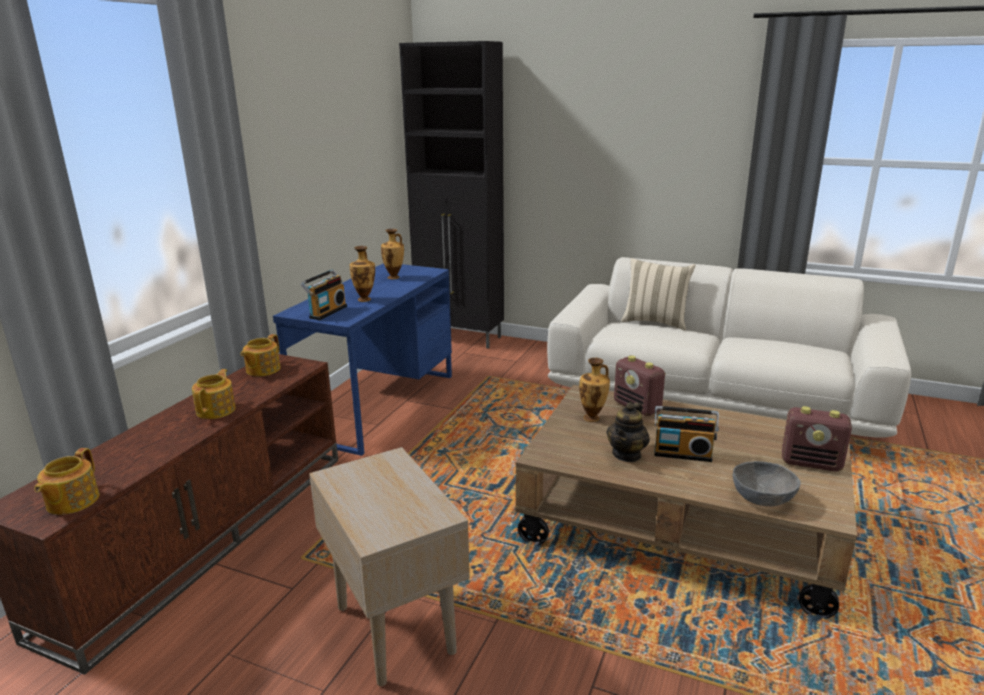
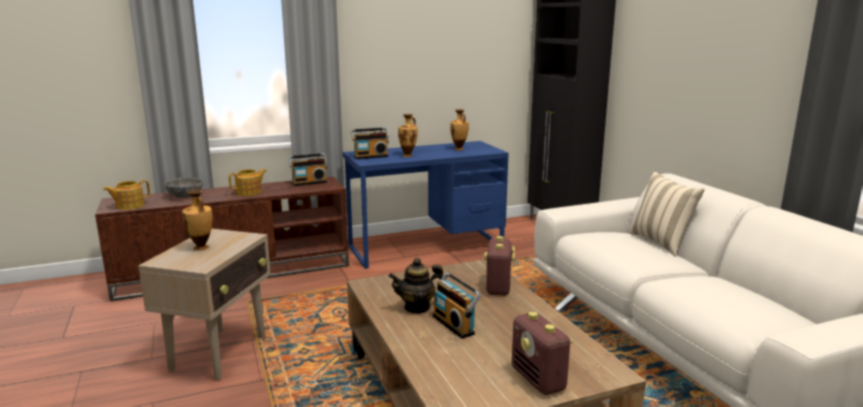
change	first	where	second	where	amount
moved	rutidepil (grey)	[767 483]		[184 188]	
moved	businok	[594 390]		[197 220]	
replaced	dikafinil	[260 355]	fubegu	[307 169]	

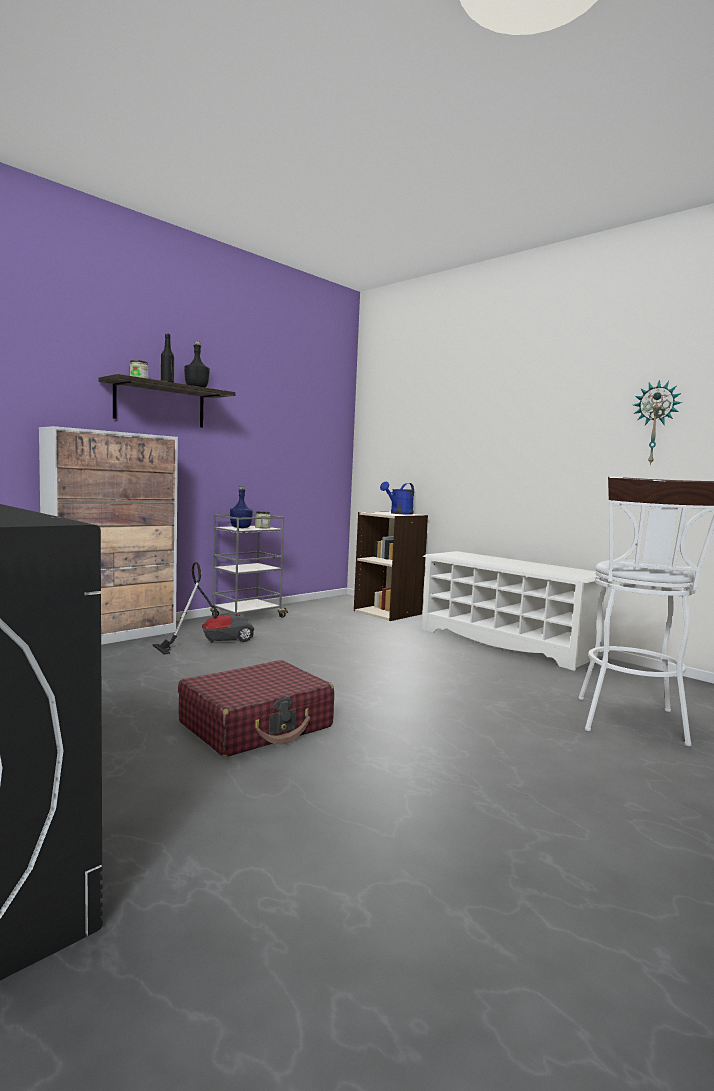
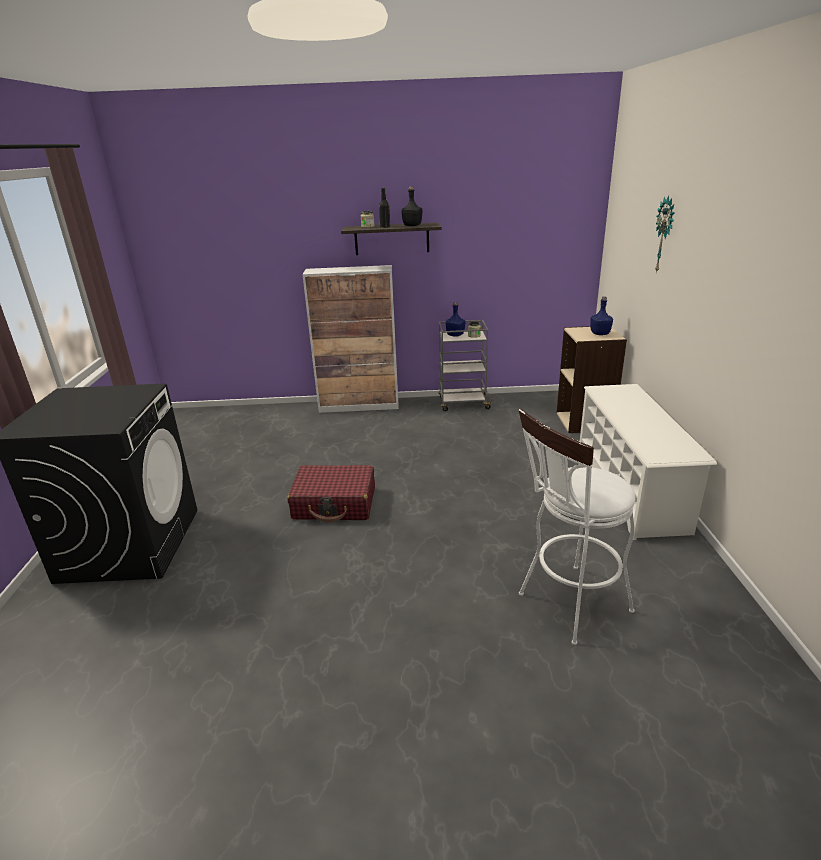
change	first	where	second	where	amount
replaced	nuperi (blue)	[397 498]	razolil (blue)	[601 315]	
moved	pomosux	[657 422]		[665 235]	
removed	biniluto	[203 608]			

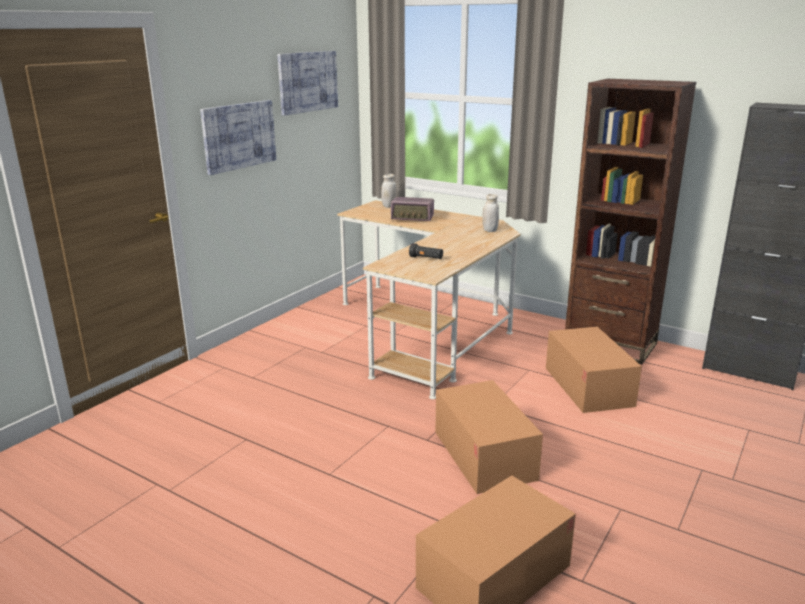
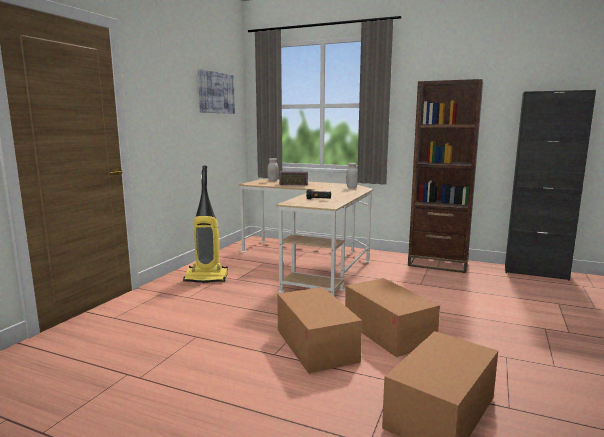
change	first	where	second	where	amount
added			biniluto	[205 224]	
moved	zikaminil	[594 370]		[319 330]	
removed	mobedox	[238 137]			

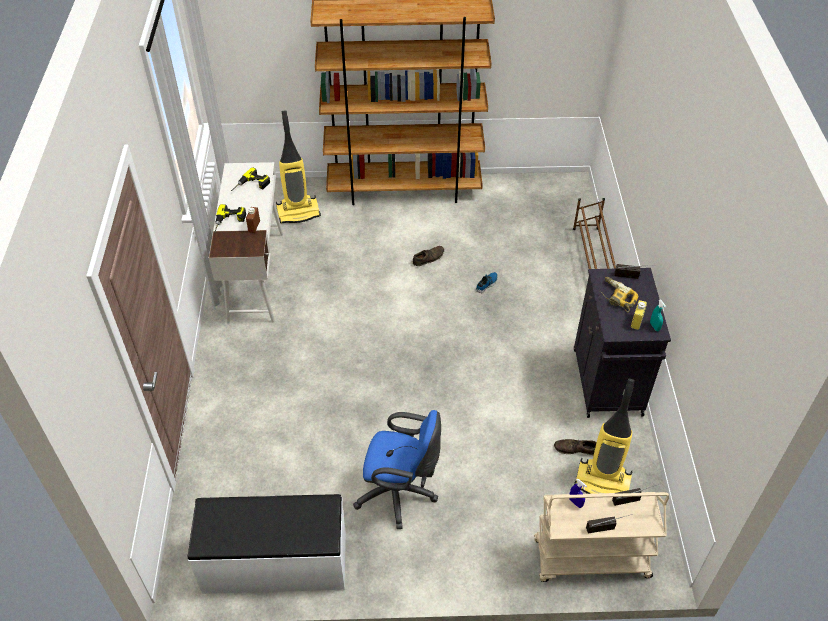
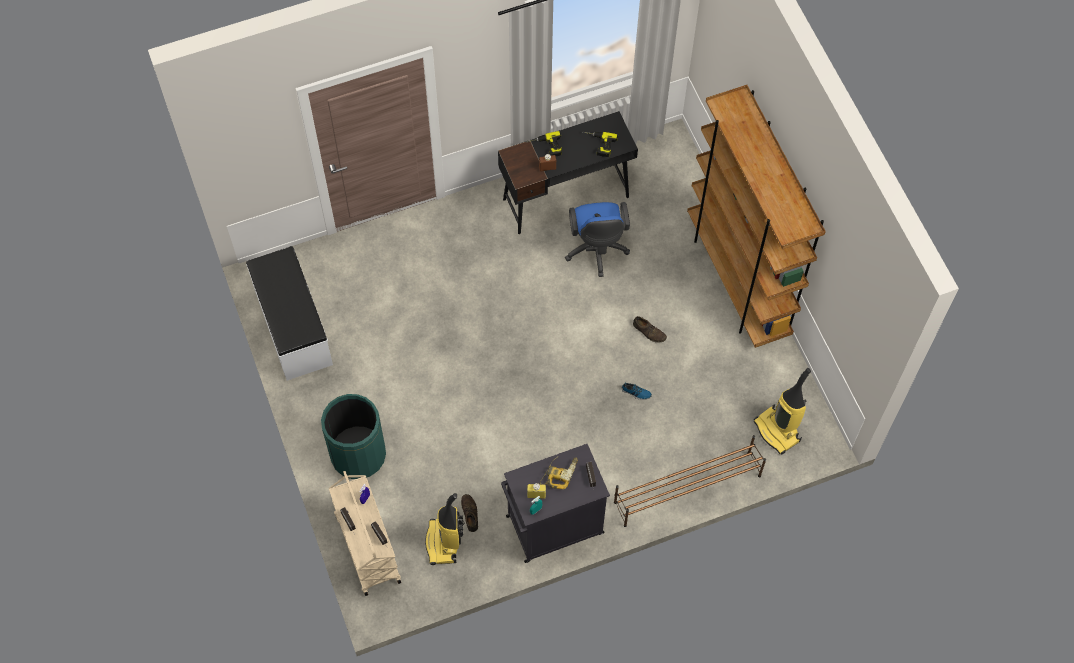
change	first	where	second	where	amount
added			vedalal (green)	[353 436]	
recoloured	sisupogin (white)	[246 243]	sisupogin (black)	[568 172]	
moved	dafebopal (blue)	[397 469]		[597 239]	
moved	biniluto	[298 166]		[782 411]	

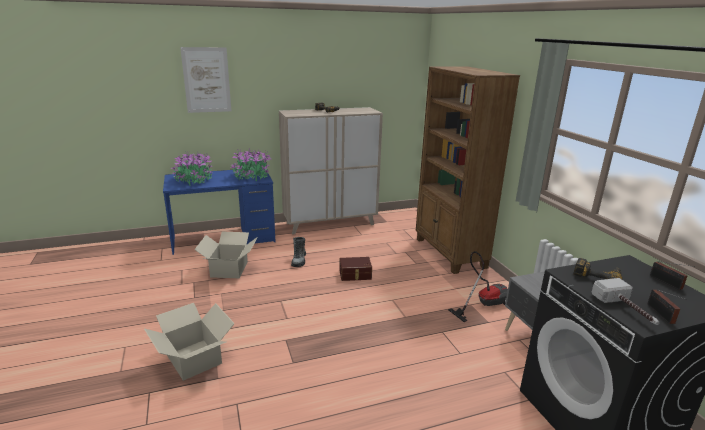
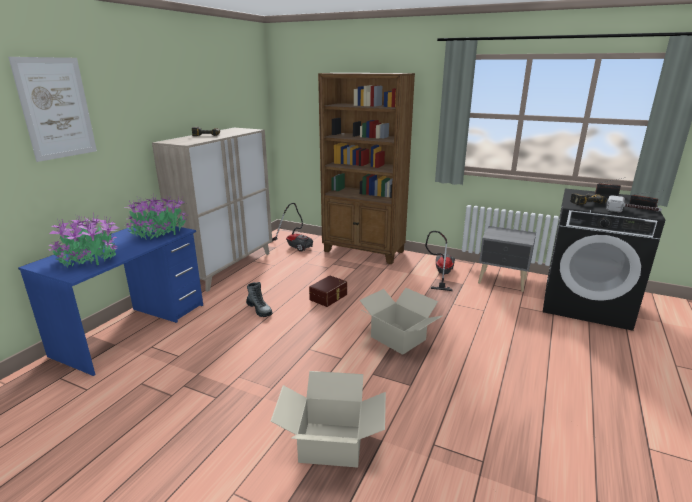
change	first	where	second	where	amount
added			biniluto	[292 227]	
moved	zikaminil	[226 255]		[401 321]	

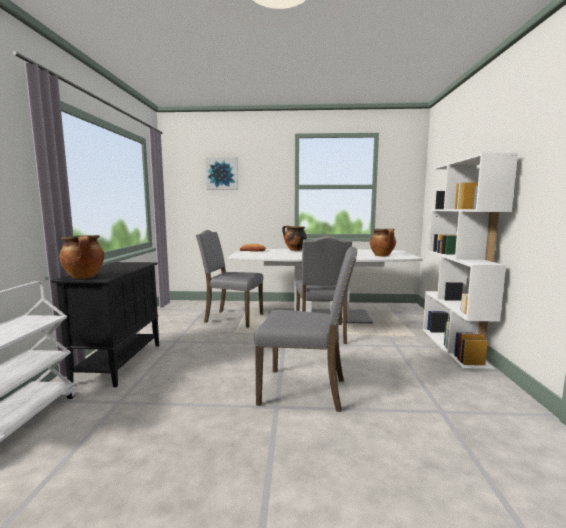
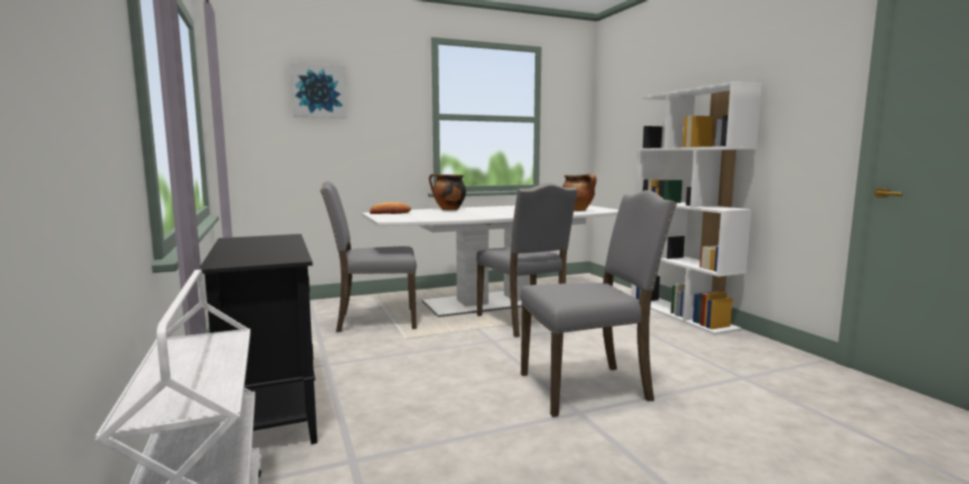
change	first	where	second	where	amount
removed	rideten	[81 257]			

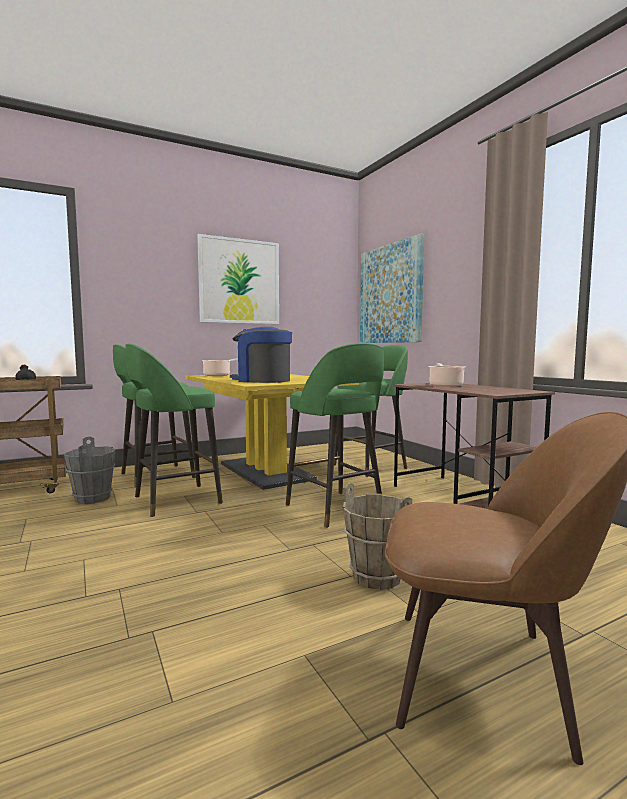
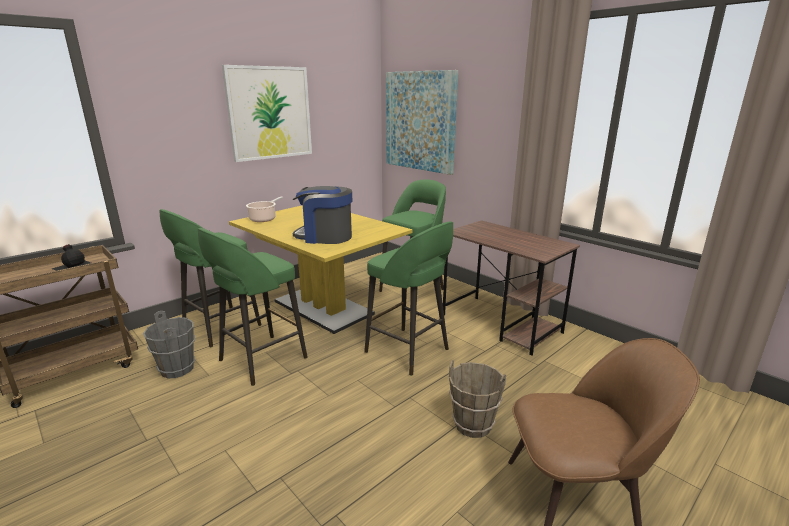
change	first	where	second	where	amount
removed	rideten	[446 375]			

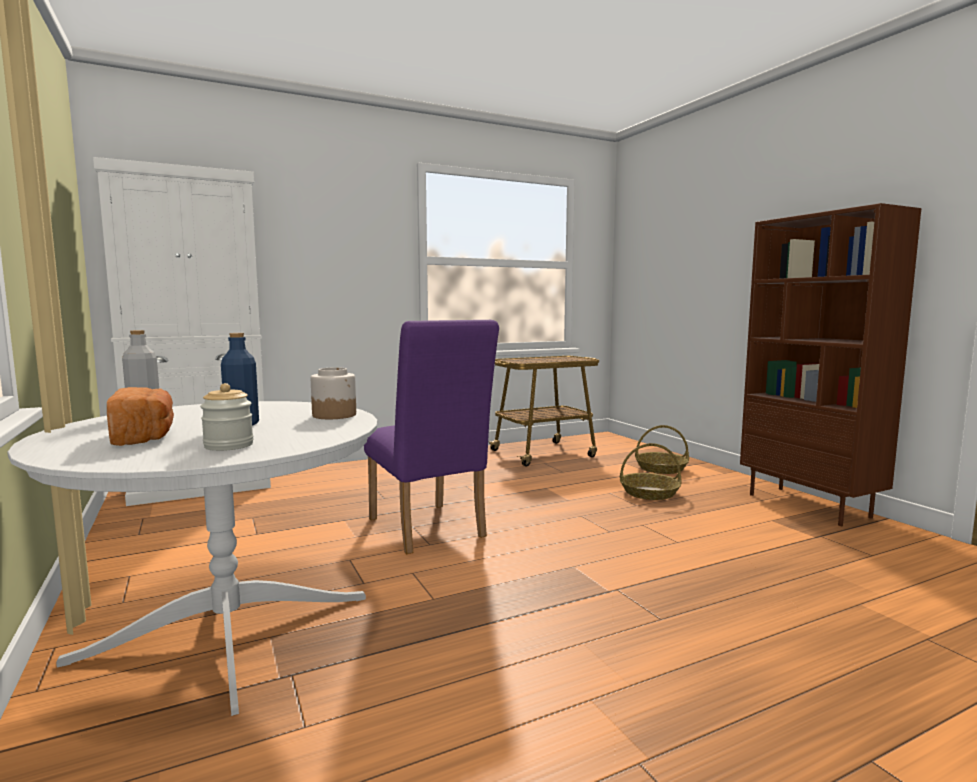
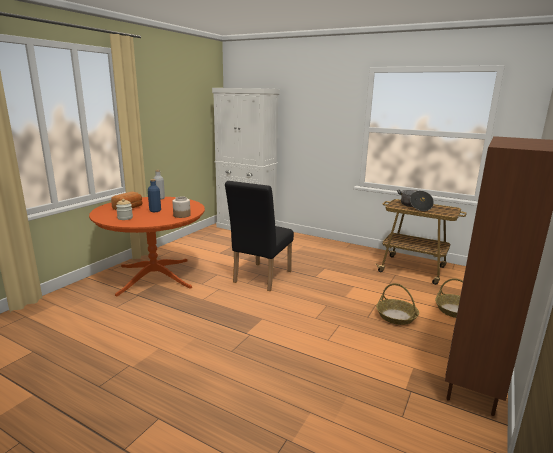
change	first	where	second	where	amount
recoloured	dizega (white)	[192 558]	dizega (orange)	[147 246]	
recoloured	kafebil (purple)	[431 437]	kafebil (black)	[259 236]	
added			rideten	[415 200]	

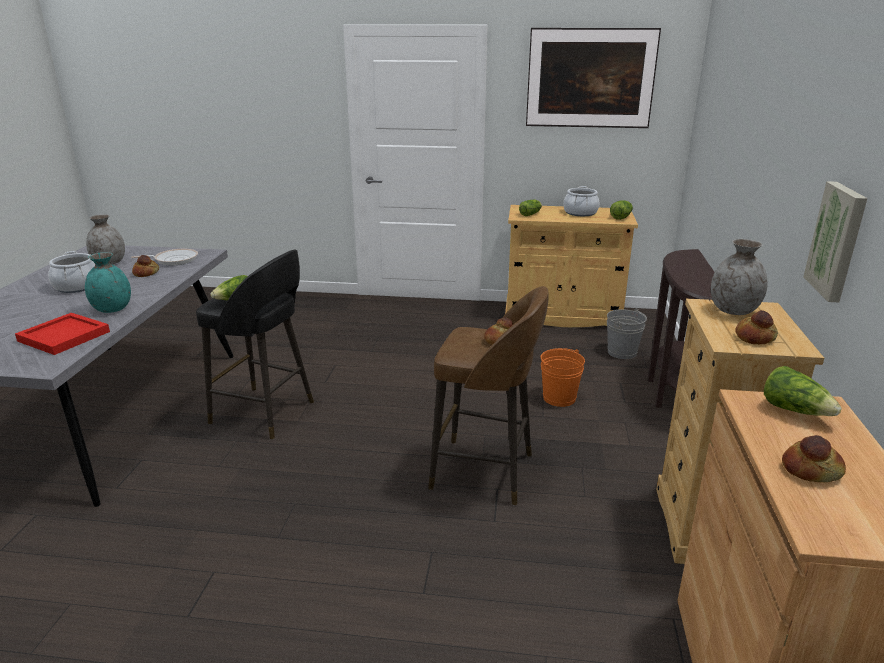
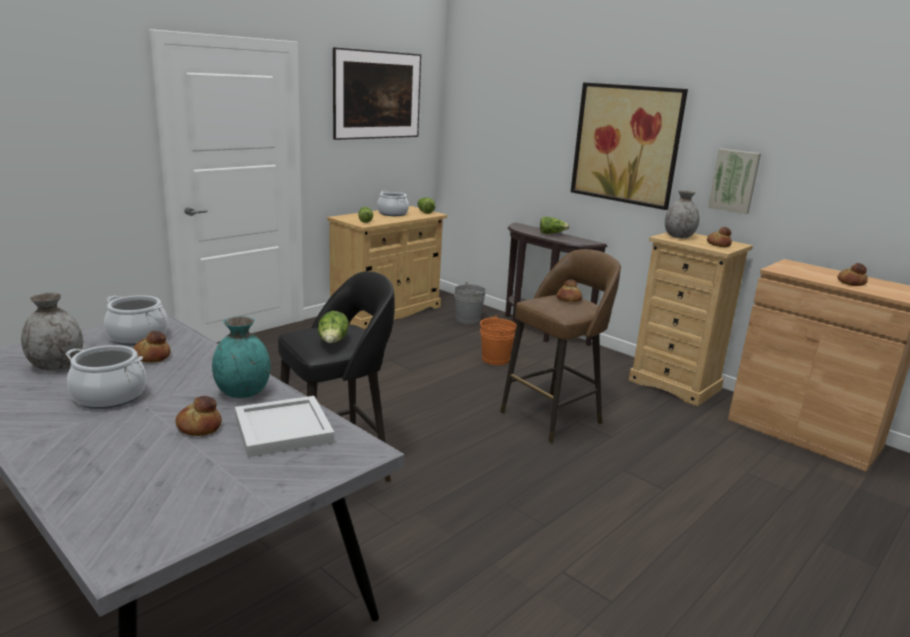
change	first	where	second	where	amount
replaced	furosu	[164 257]	rideten	[136 320]	
added			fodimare	[198 416]	
recoloured	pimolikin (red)	[62 334]	pimolikin (white)	[284 426]	
moved	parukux	[803 391]		[555 225]	
added			mobedox	[629 146]	

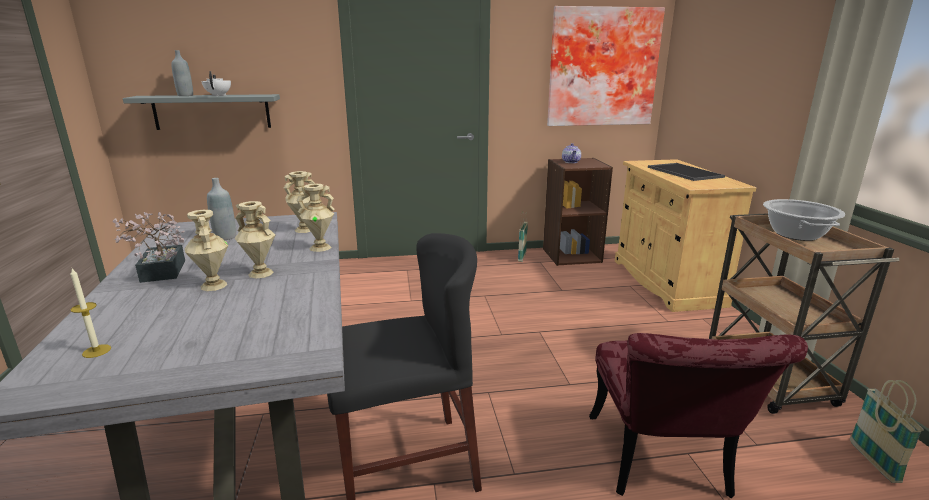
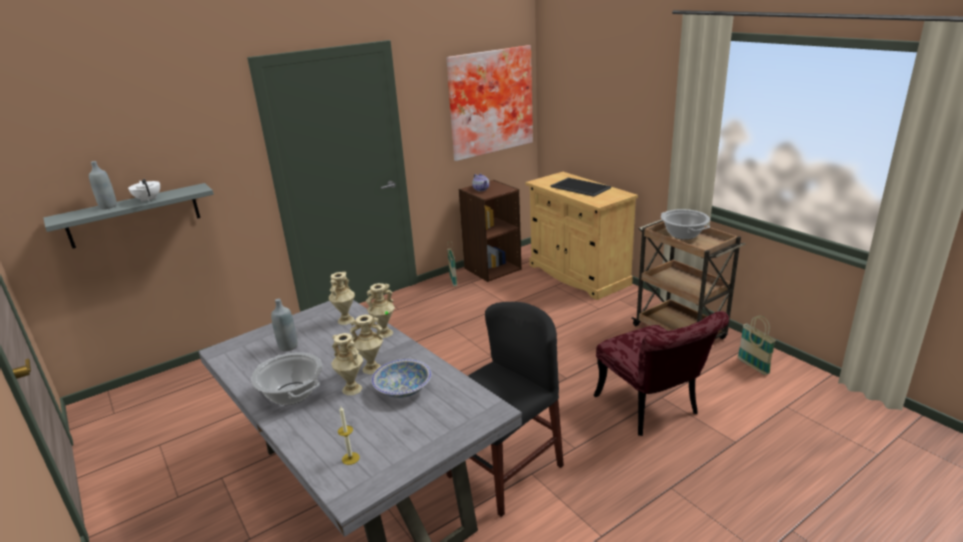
change	first	where	second	where	amount
replaced	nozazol	[149 247]	rideten	[286 378]	
added			rutidepil	[401 378]	

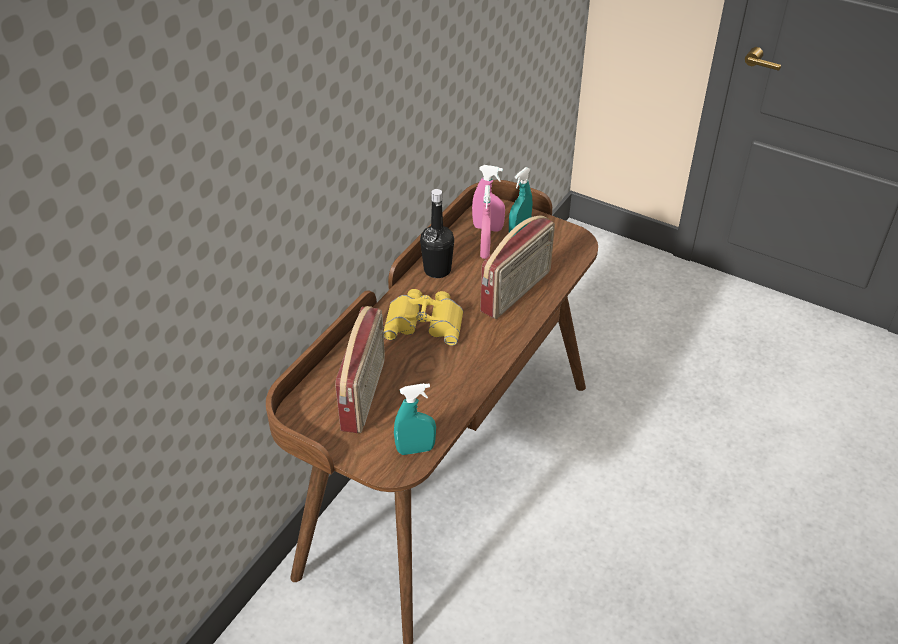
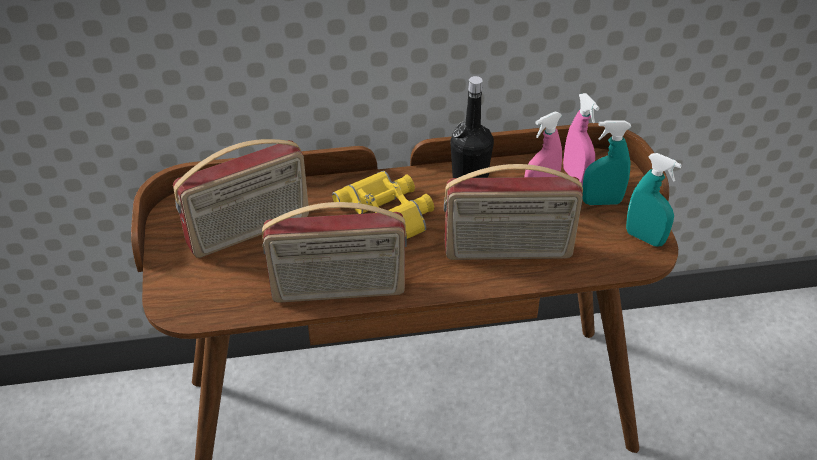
change	first	where	second	where	amount
added			fubegu	[334 252]	
moved	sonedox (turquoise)	[415 419]		[654 200]	

